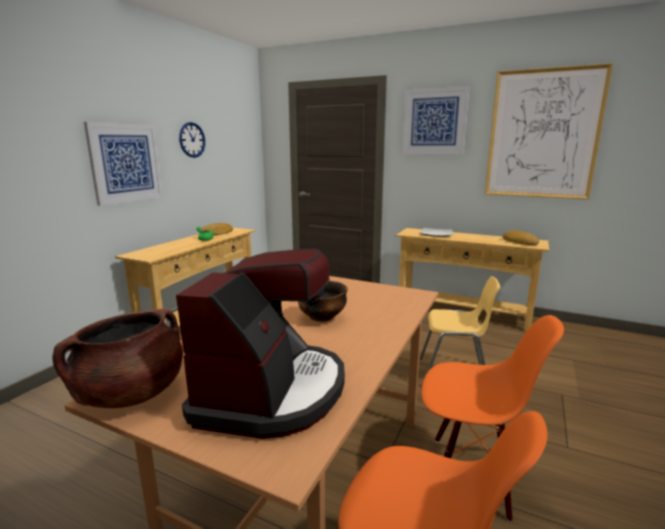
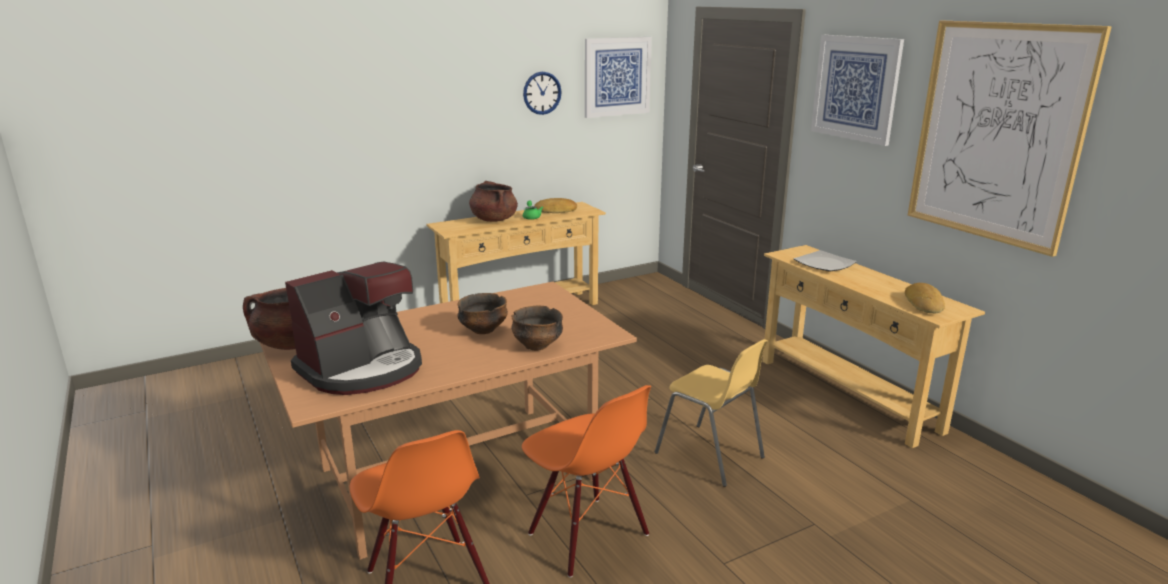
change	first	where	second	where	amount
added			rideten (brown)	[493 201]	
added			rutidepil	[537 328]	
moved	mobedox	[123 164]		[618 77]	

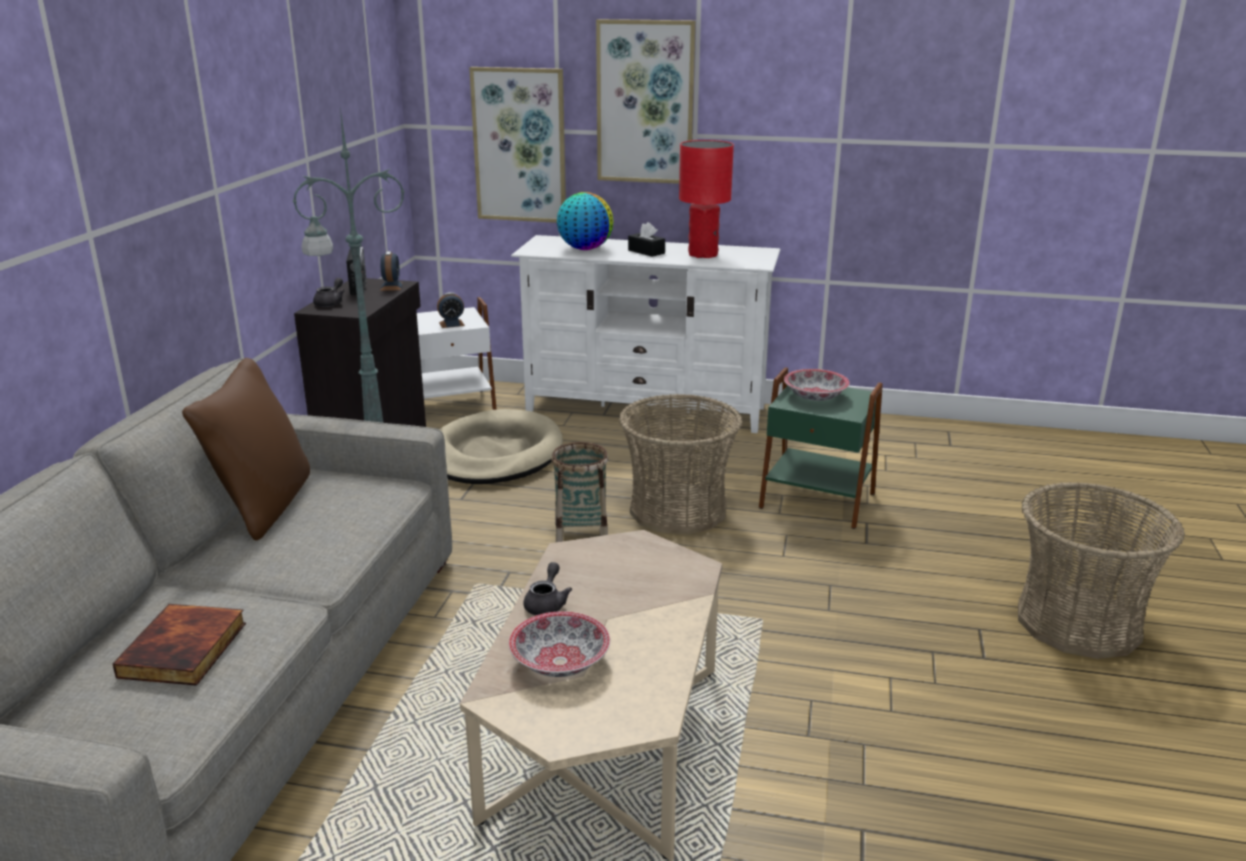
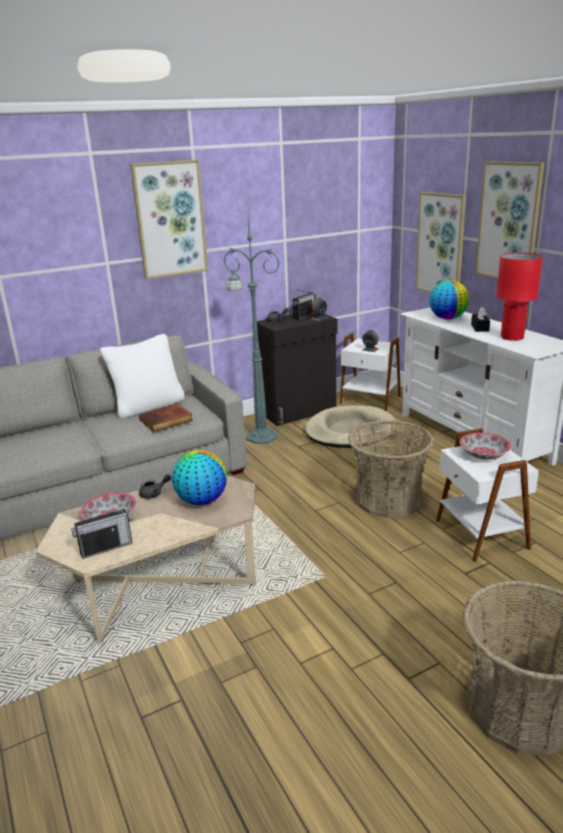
change	first	where	second	where	amount
added			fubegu	[101 534]	
recoloured	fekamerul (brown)	[246 449]	fekamerul (white)	[142 376]	
added			mobedox	[169 219]	
moved	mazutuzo	[179 645]		[166 418]	
added			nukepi	[199 477]	
recoloured	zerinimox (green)	[821 448]	zerinimox (white)	[487 495]	
removed	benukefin	[579 492]			

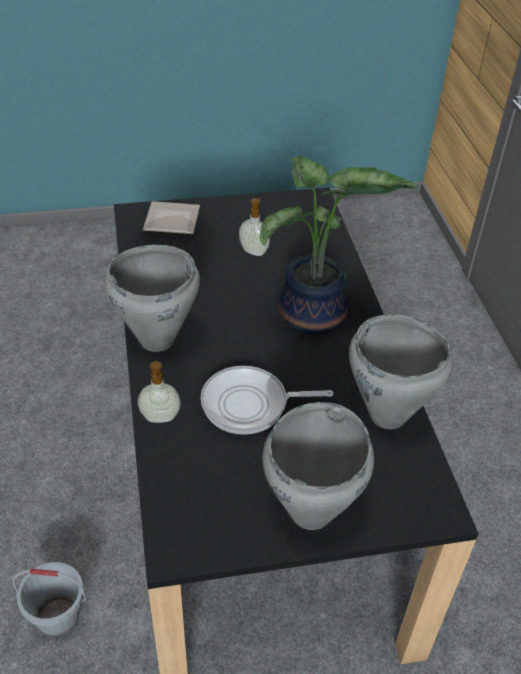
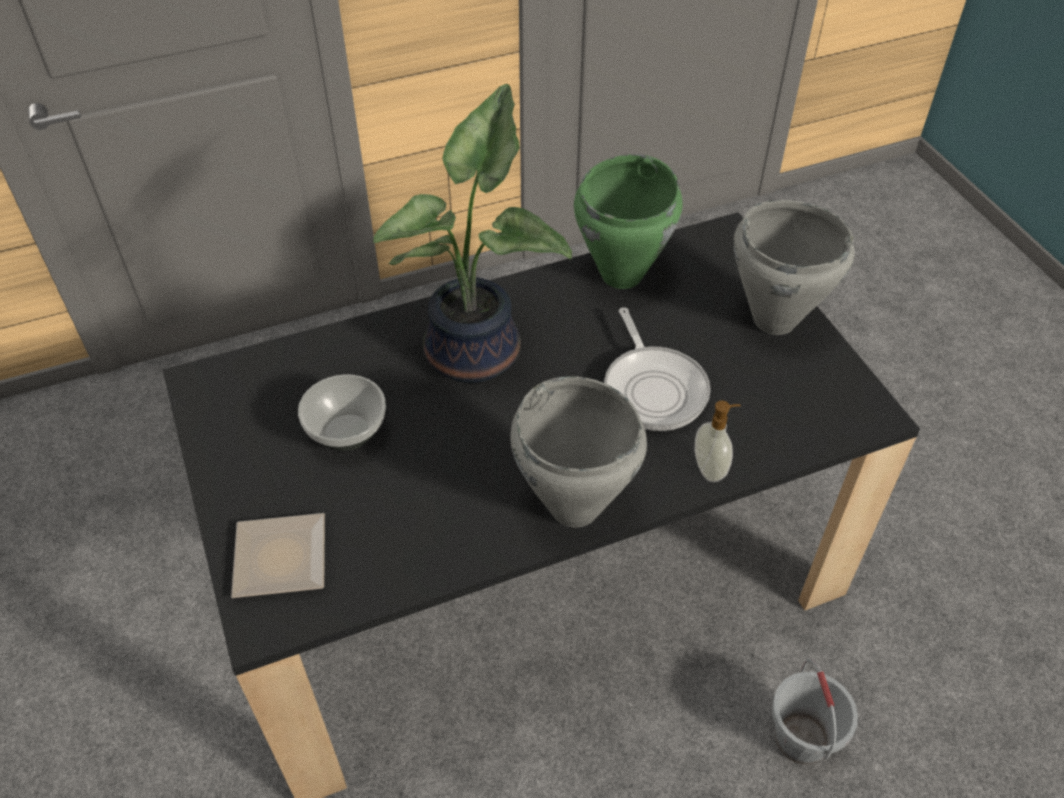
change	first	where	second	where	amount
replaced	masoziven	[254 226]	rutidepil	[342 412]	
recoloured	rideten (grey)	[401 371]	rideten (green)	[628 221]	

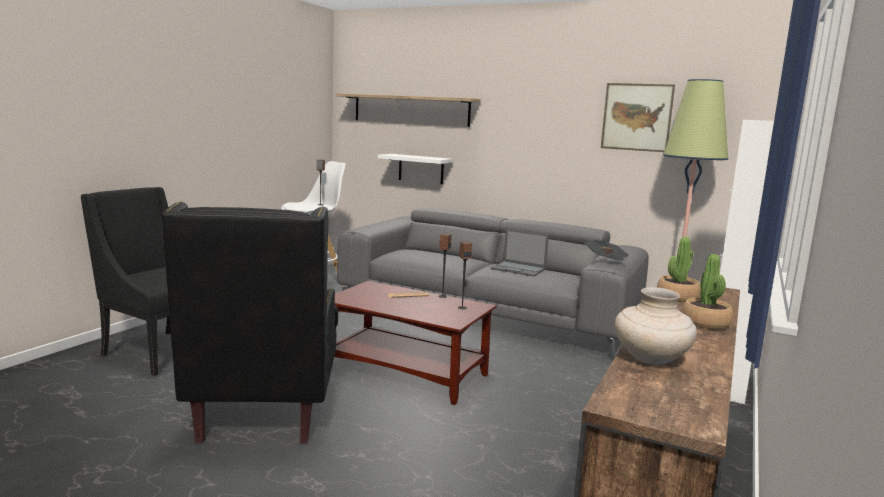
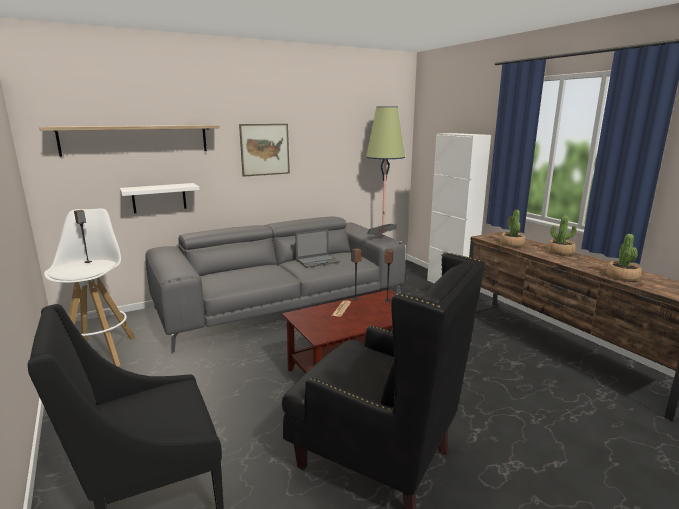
change	first	where	second	where	amount
moved	mobedox	[638 117]		[264 150]	
replaced	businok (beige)	[656 326]	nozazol	[624 257]	

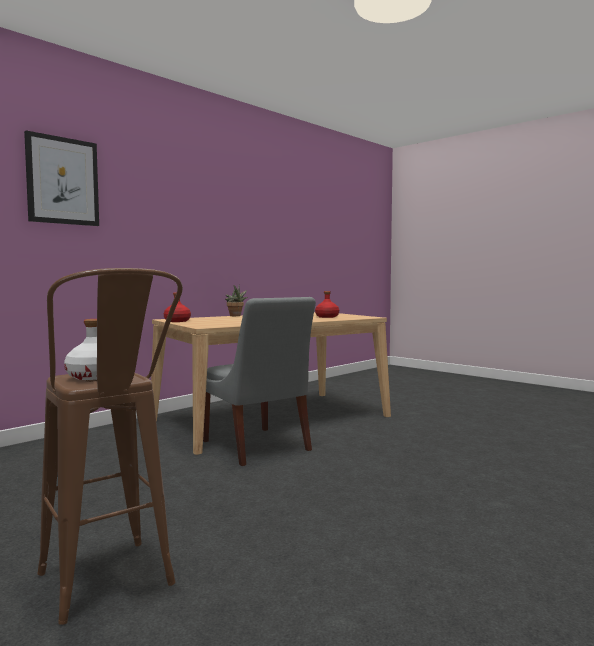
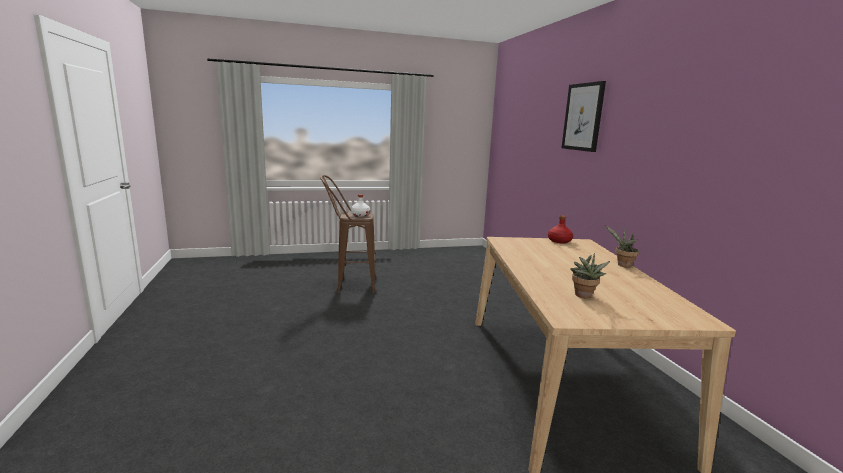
change	first	where	second	where	amount
replaced	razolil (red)	[327 304]	nozazol	[590 275]	
removed	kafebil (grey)	[259 381]			

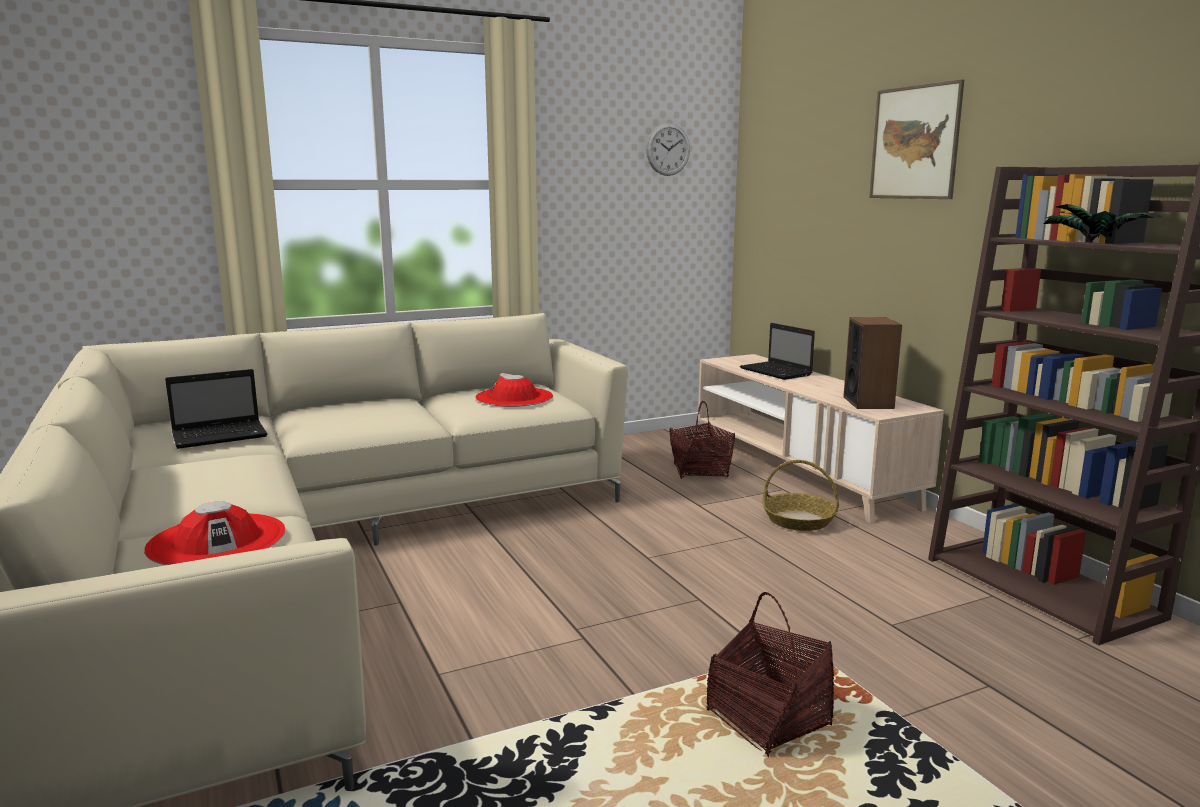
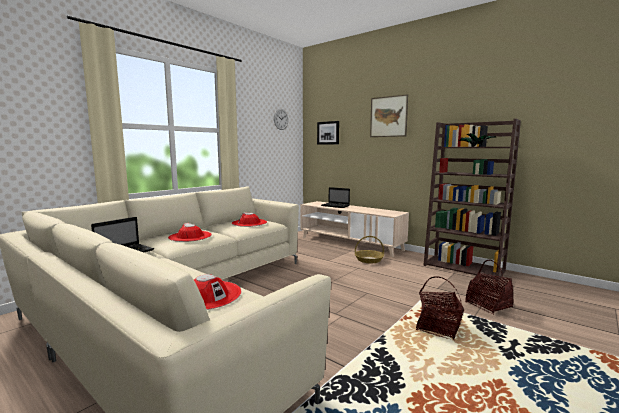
change	first	where	second	where	amount
added			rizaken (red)	[190 232]	
added			mobedox	[328 133]	
moved	benukefin	[702 440]		[489 287]	
removed	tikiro	[872 363]			

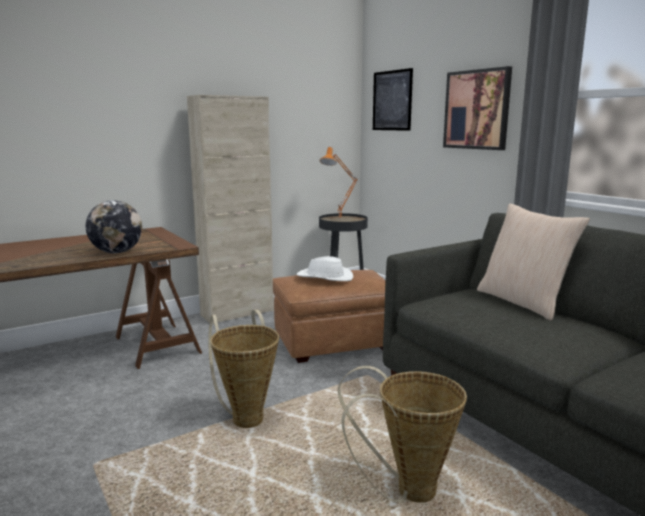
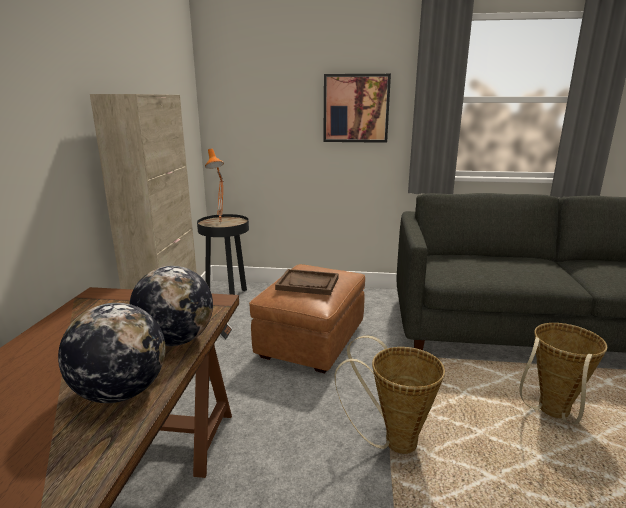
change	first	where	second	where	amount
added			nukepi	[112 353]	
replaced	rizaken (white)	[325 268]	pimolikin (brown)	[307 282]	
removed	mobedox	[393 99]			
removed	fekamerul (beige)	[533 262]			

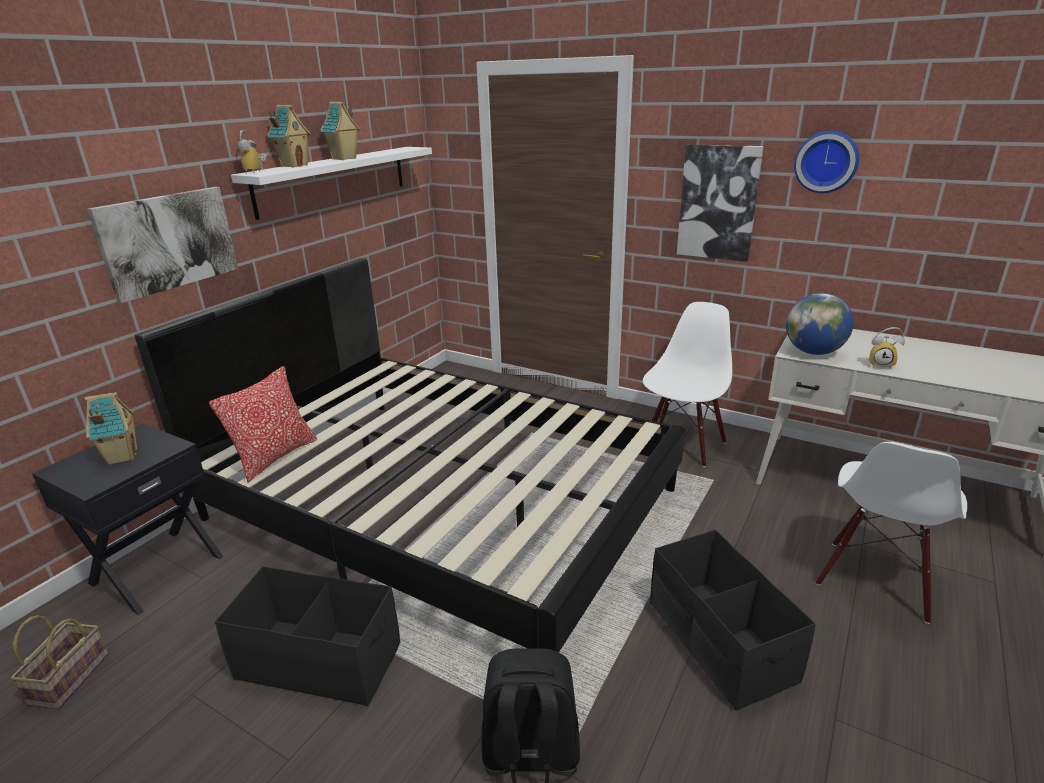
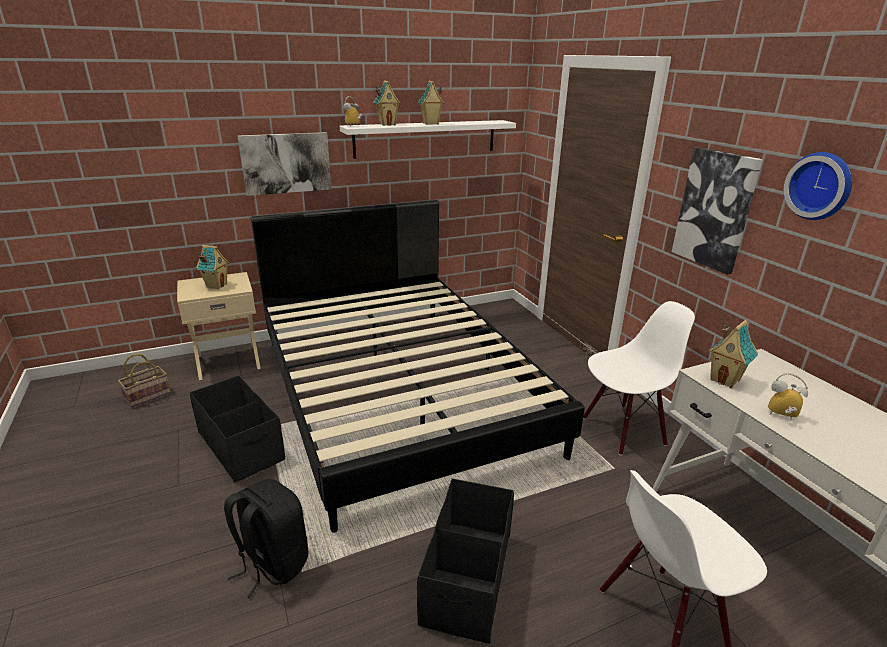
change	first	where	second	where	amount
recoloured	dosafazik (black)	[127 519]	dosafazik (beige)	[219 326]	
replaced	nukepi	[819 324]	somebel	[733 354]	
turned	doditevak	[887 348]		[788 396]	150 degrees clockwise
removed	fekamerul	[263 424]			

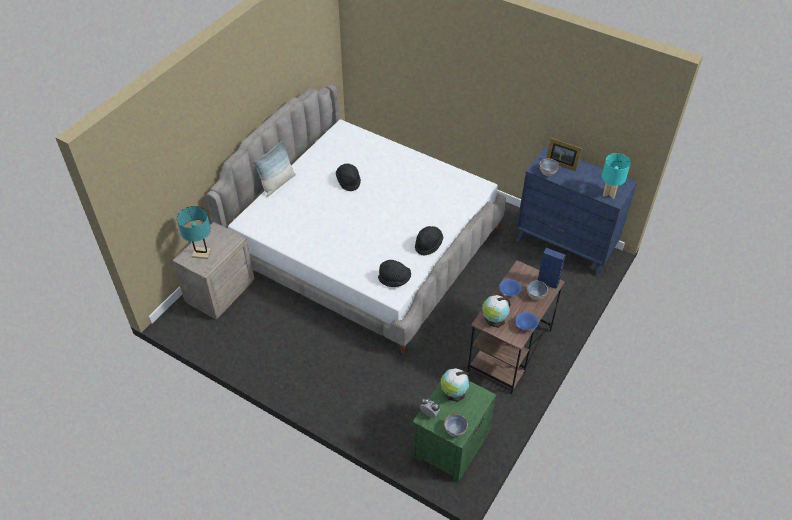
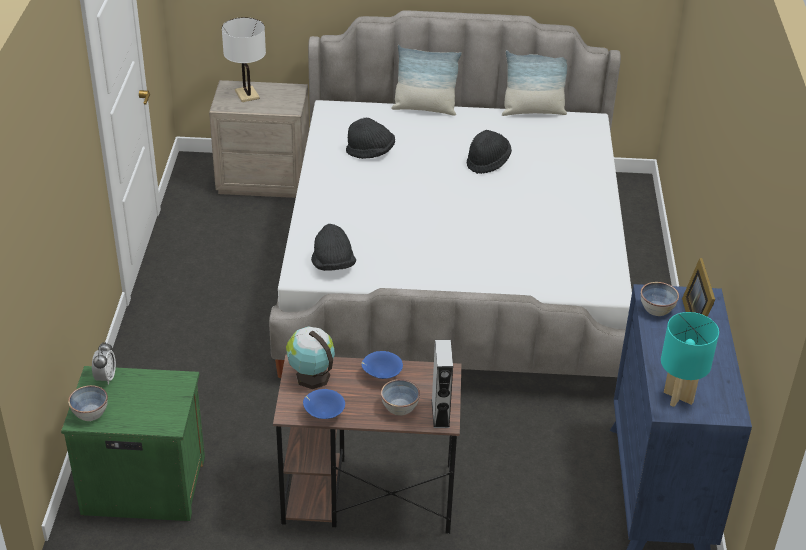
change	first	where	second	where	amount
recoloured	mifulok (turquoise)	[194 232]	mifulok (white)	[244 59]	
moved	rizaken (black)	[429 241]		[370 138]	
recoloured	tikiro (blue)	[551 268]	tikiro (grey)	[442 384]	
added			fekamerul	[534 83]	
removed	nukepi	[455 385]			

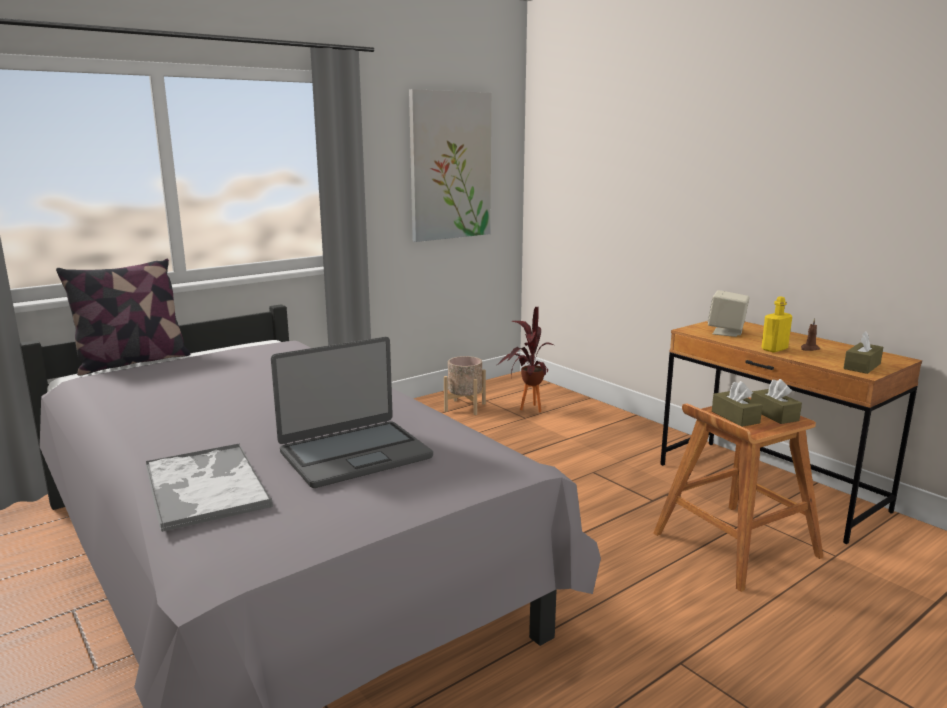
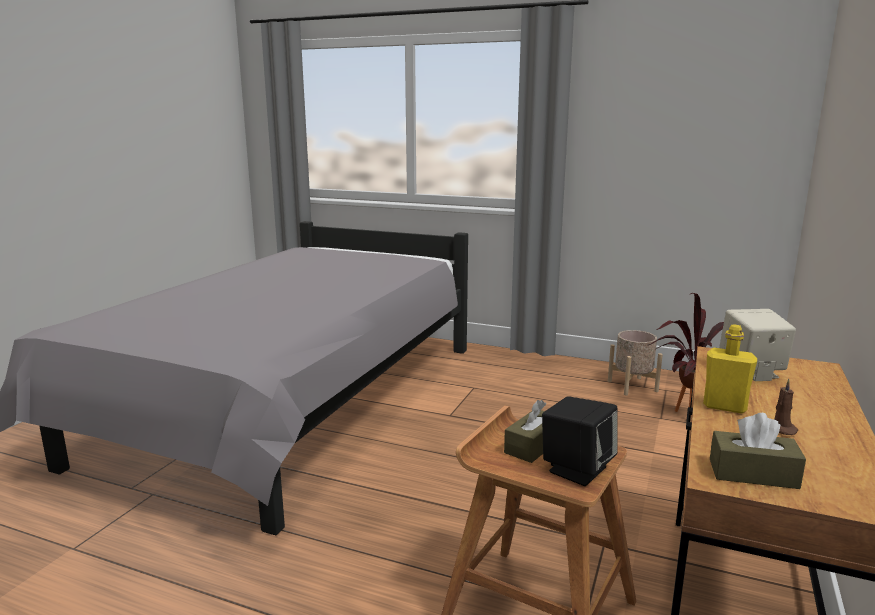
change	first	where	second	where	amount
replaced	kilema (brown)	[776 401]	tikiro (black)	[580 441]	
removed	fekamerul	[123 317]			
removed	pimolikin	[209 487]			
removed	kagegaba	[352 412]			
removed	mobedox	[450 165]			

